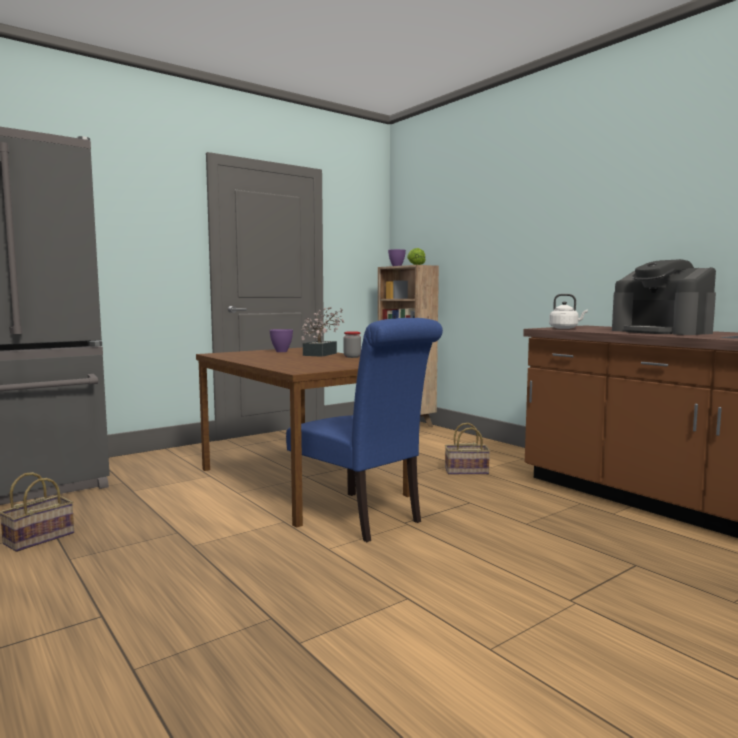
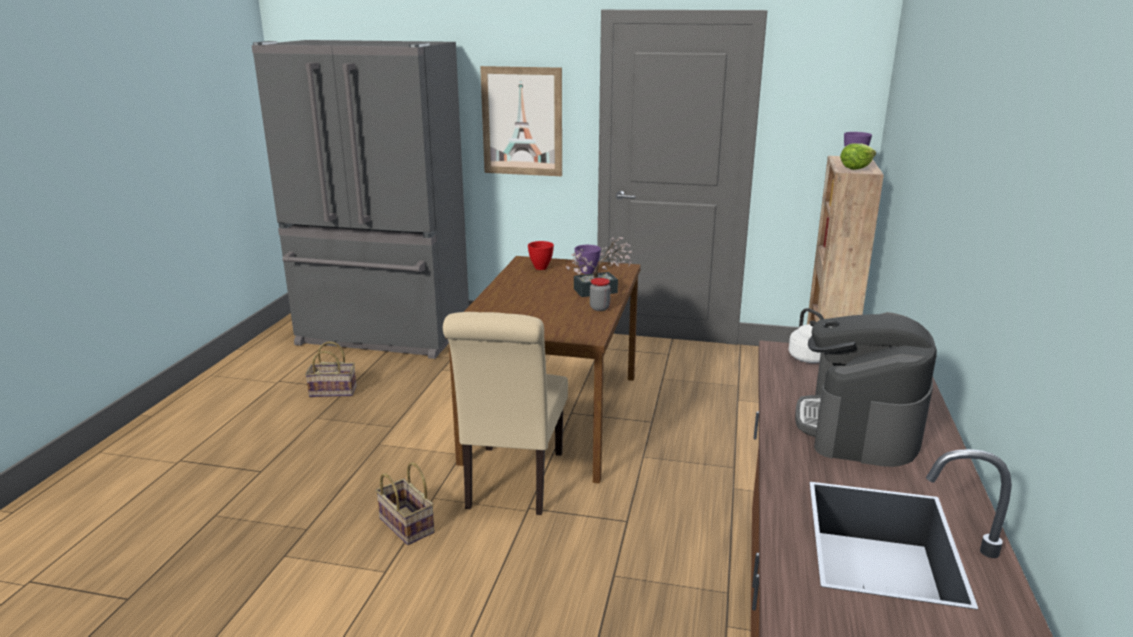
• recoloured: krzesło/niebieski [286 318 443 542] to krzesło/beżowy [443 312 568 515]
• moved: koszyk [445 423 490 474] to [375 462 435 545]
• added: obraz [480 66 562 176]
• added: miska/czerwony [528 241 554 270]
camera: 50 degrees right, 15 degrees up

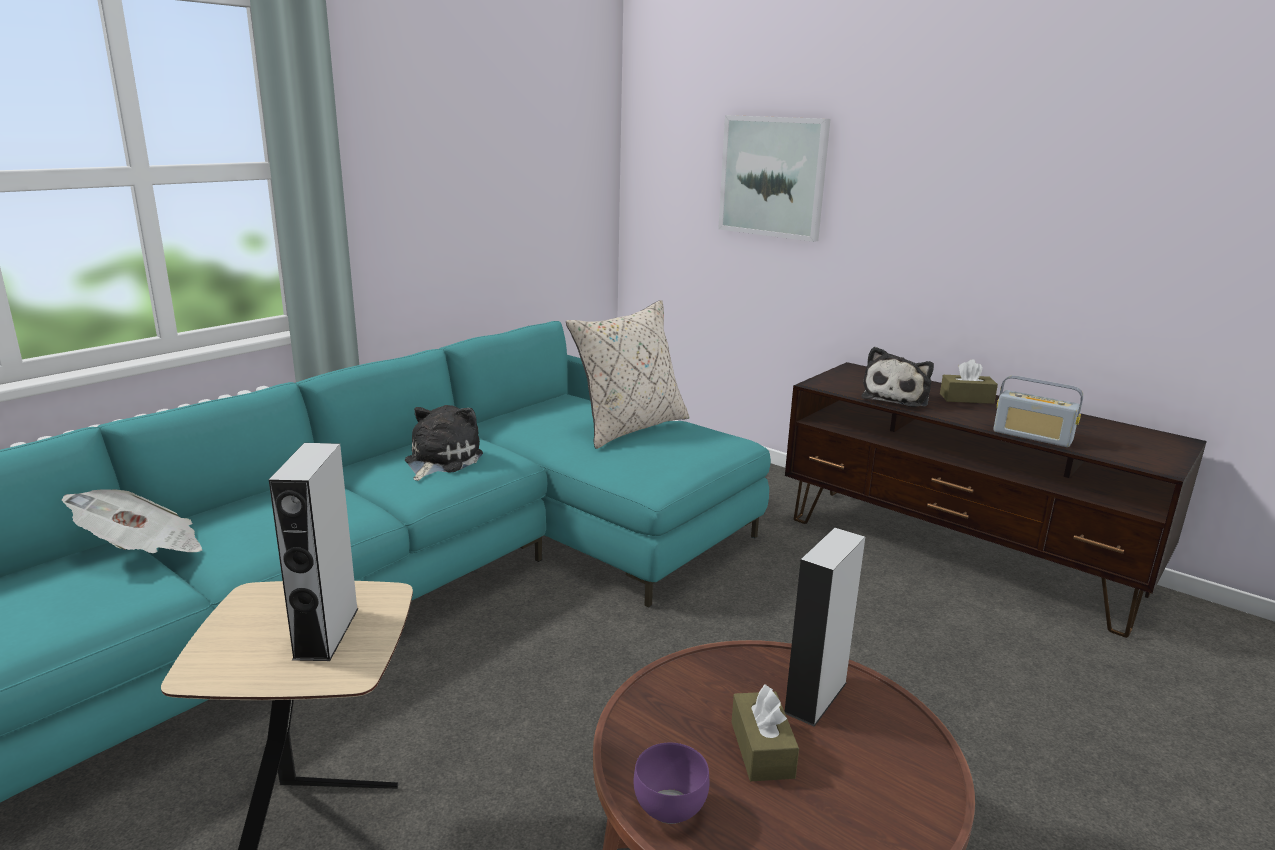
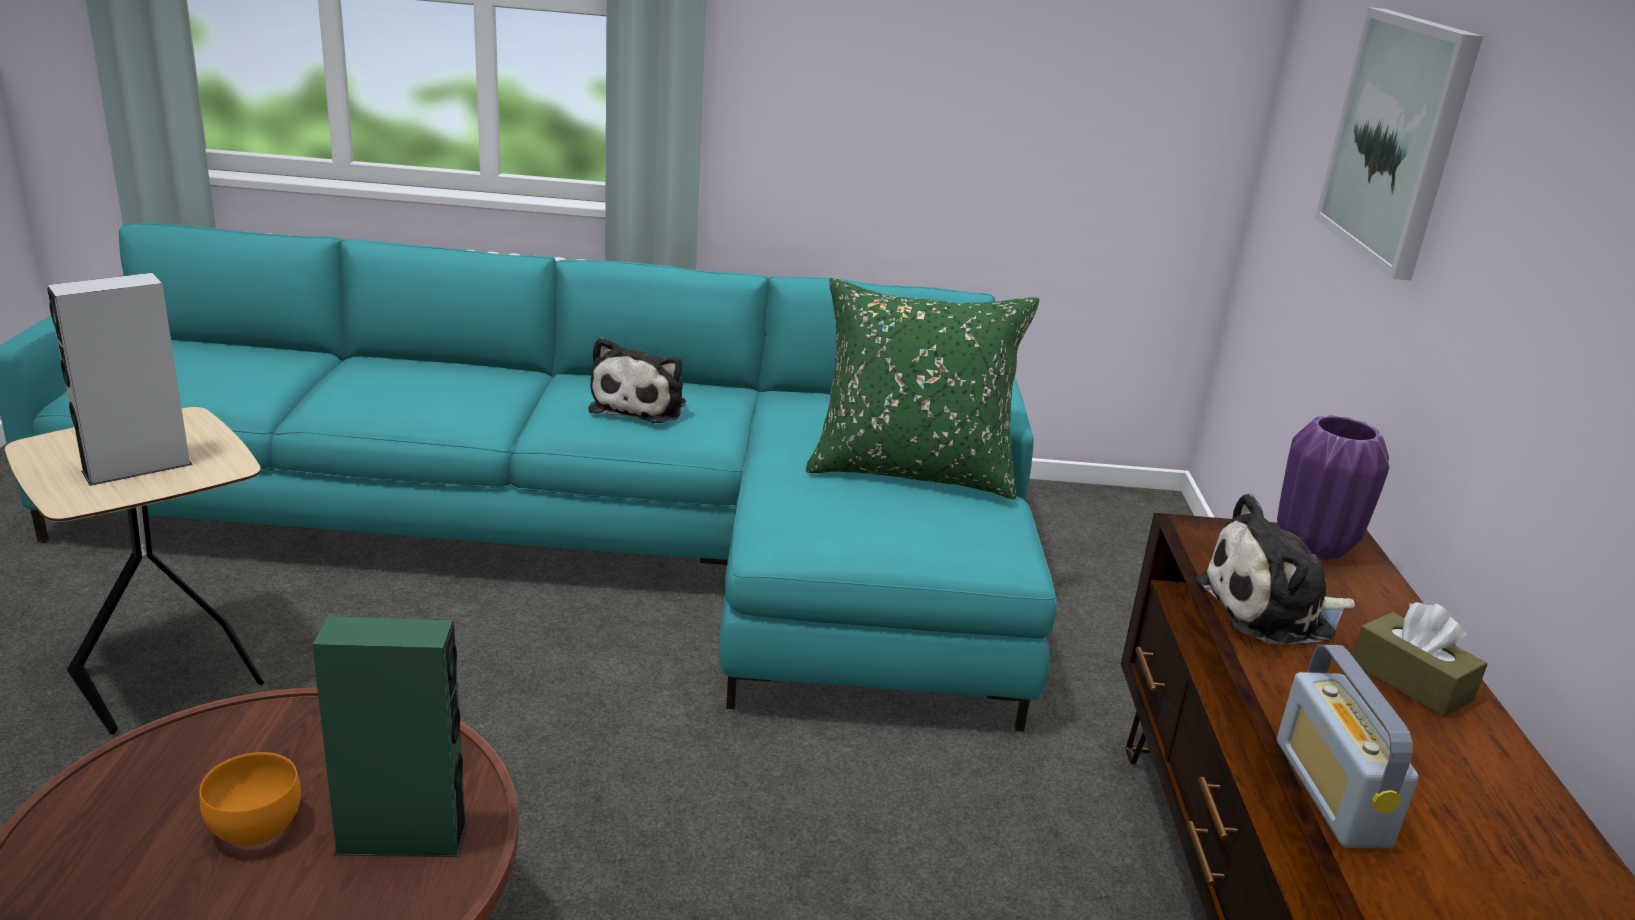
• recoloured: poduszka/beżowy [566 300 689 449] to poduszka/zielony [806 278 1039 499]
• turned: pluszak [405 405 483 481] = [588 337 686 423] 120 degrees clockwise
• removed: gazeta [62 489 202 553]
• recoloured: głośnik/szary [784 527 865 727] to głośnik/zielony [312 616 467 857]
• replaced: pudełko chusteczek/brązowy [732 684 799 781] to miska/pomarańczowy [199 752 301 846]
• removed: miska/fioletowy [634 743 709 824]
• added: wazon/fioletowy [1277 415 1389 560]
camera: 50 degrees right, 5 degrees up

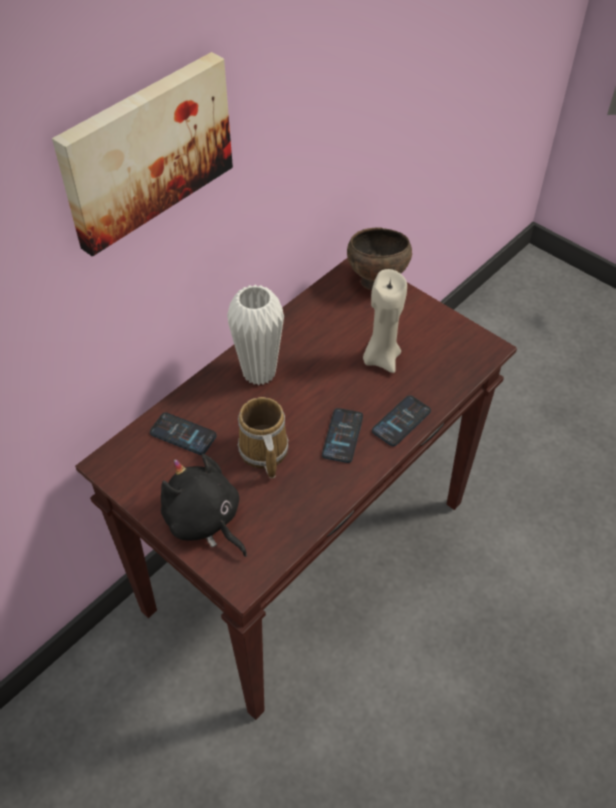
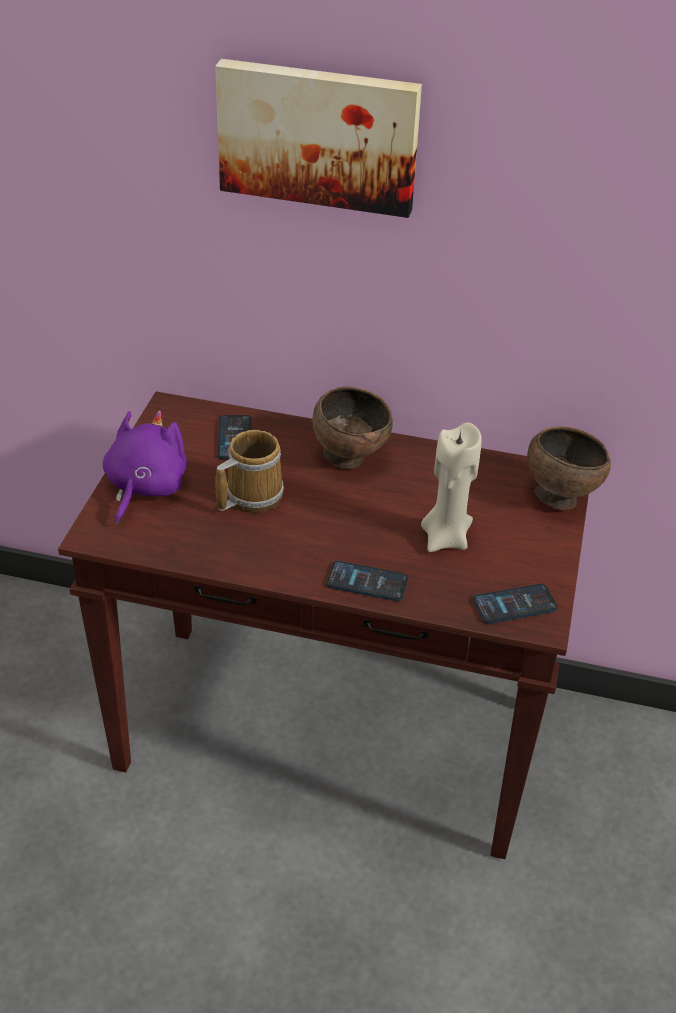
• replaced: wazon/biały [227 285 284 385] to miska/brązowy [313 387 393 469]
• moved: telefon [322 408 363 463] to [473 584 558 624]
• recoloured: pluszak/czarny [161 454 247 557] to pluszak/fioletowy [103 410 187 524]
camera: 60 degrees right, 10 degrees down

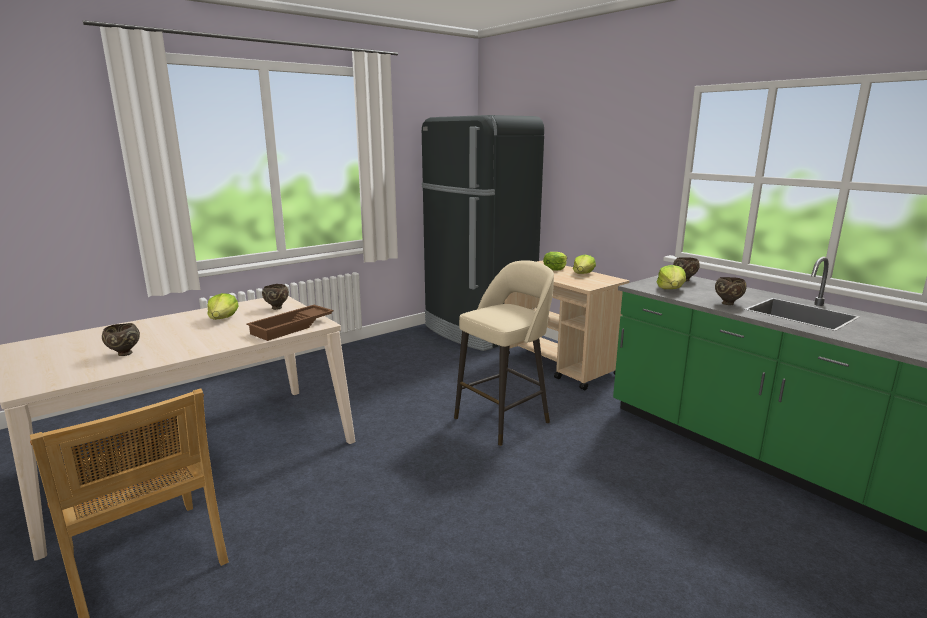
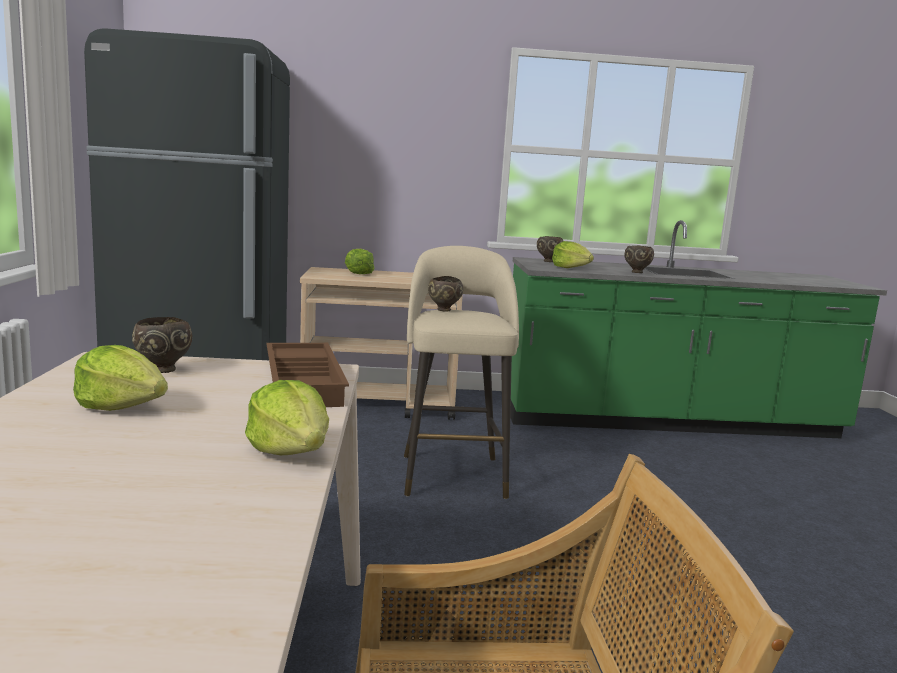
• moved: sałata [573 255 596 274] to [245 380 329 455]
• moved: miska/brązowy [102 323 140 356] to [428 276 463 312]
camera: 55 degrees left, 5 degrees down

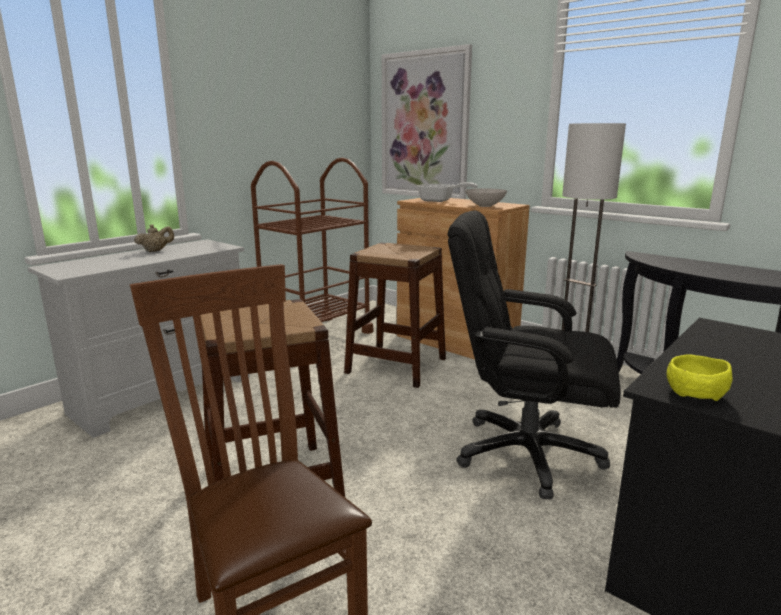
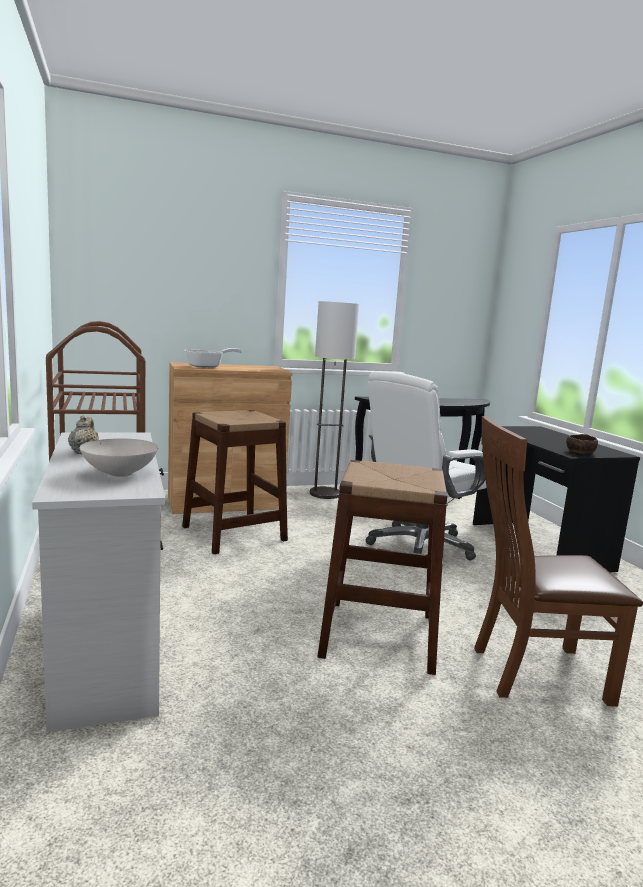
• removed: obraz [382 44 472 199]
• moved: miska/biały [465 188 507 207] to [80 438 158 477]
• recoloured: krzesło biurowe/czarny [448 210 620 499] to krzesło biurowe/biały [366 371 487 560]
• recoloured: miska/żółty [667 354 733 401] to miska/brązowy [566 434 598 454]
camera: 60 degrees left, 5 degrees down

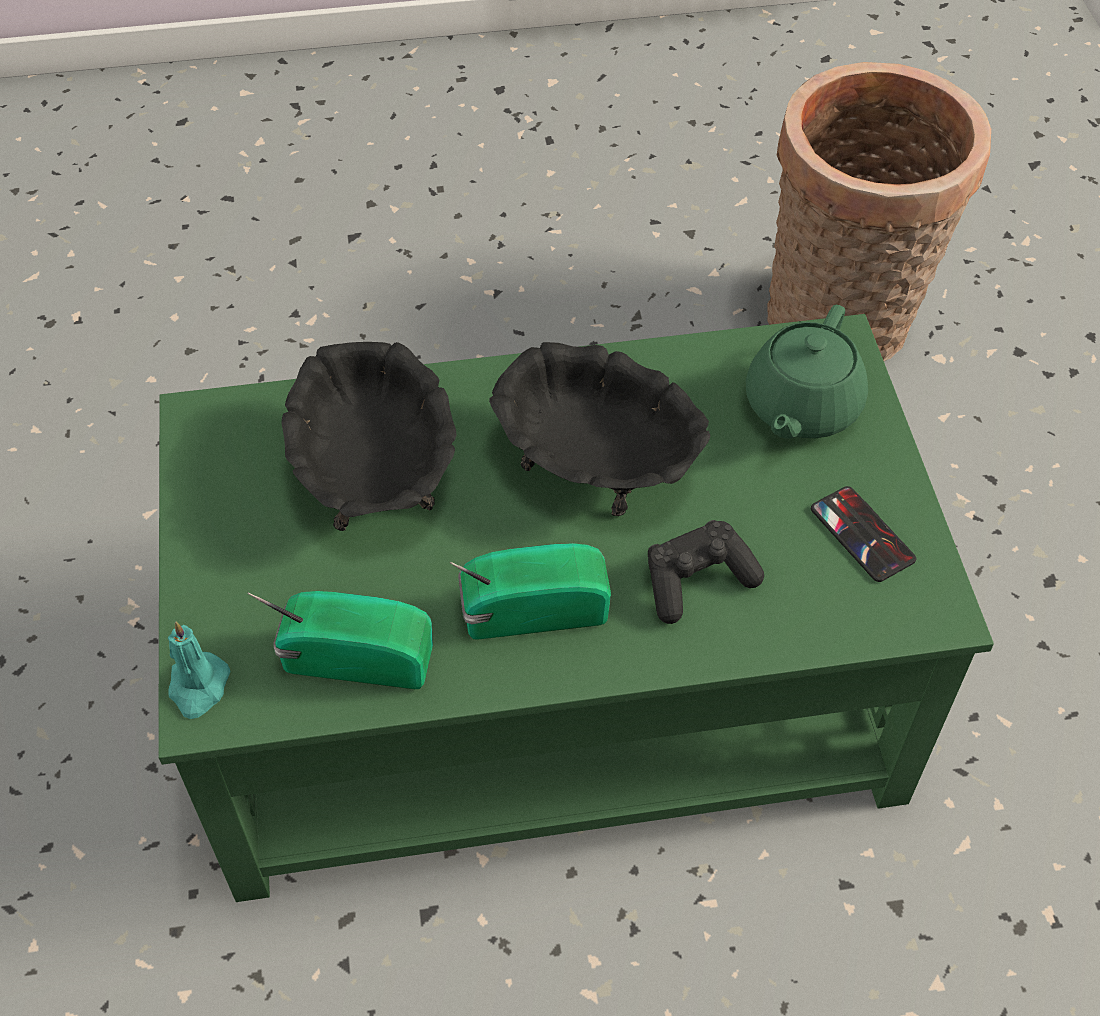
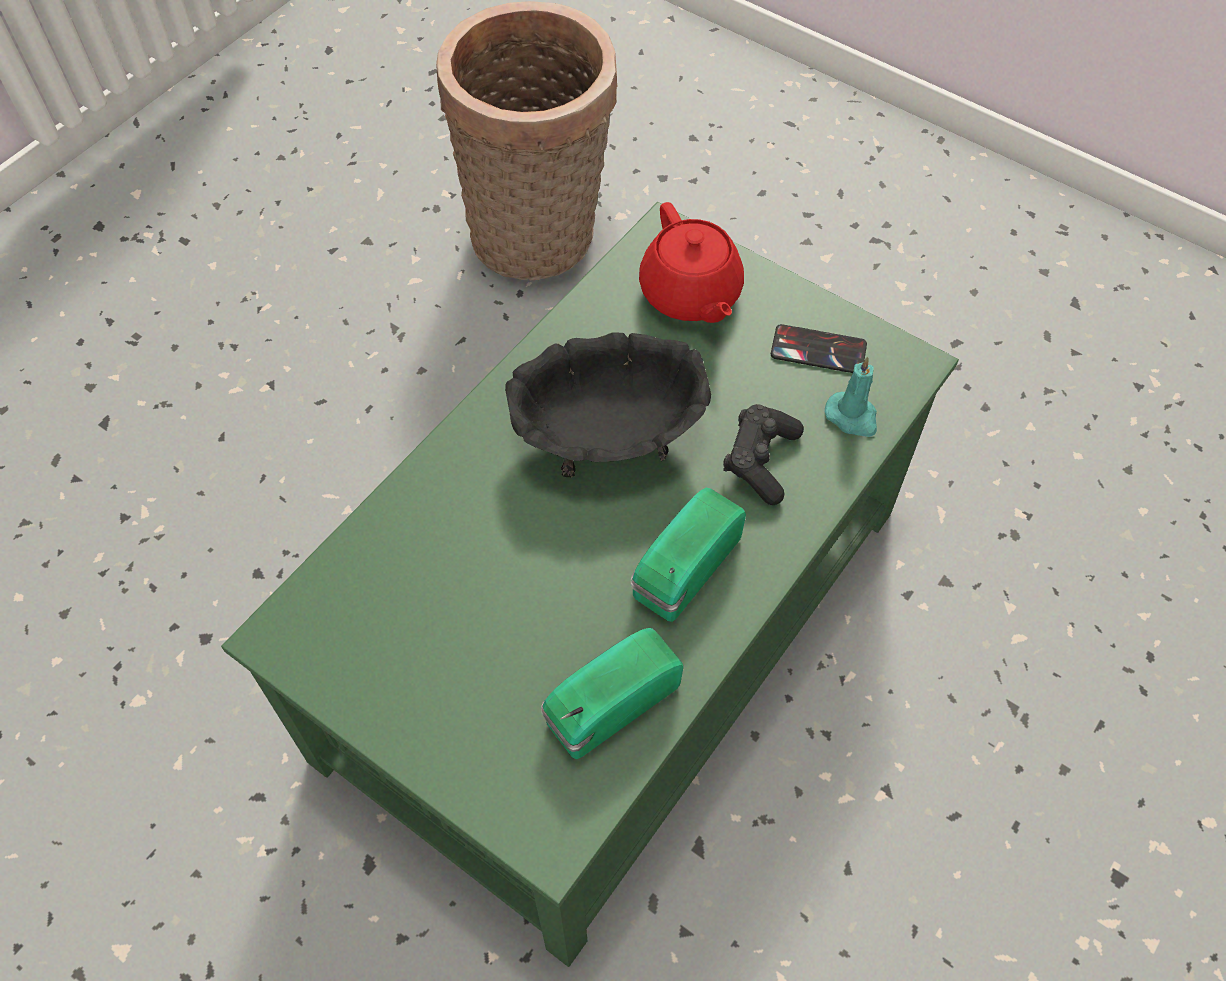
• recoloured: imbryk/zielony [746 305 868 439] to imbryk/czerwony [639 202 744 323]
• removed: miska/czarny [281 342 457 531]
• moved: świeca/turkusowy [168 621 230 719] to [825 357 877 437]
camera: 45 degrees left, 5 degrees up

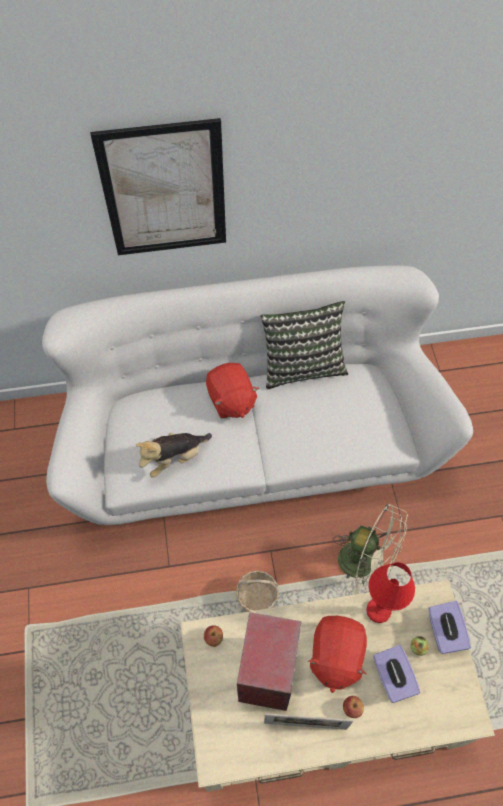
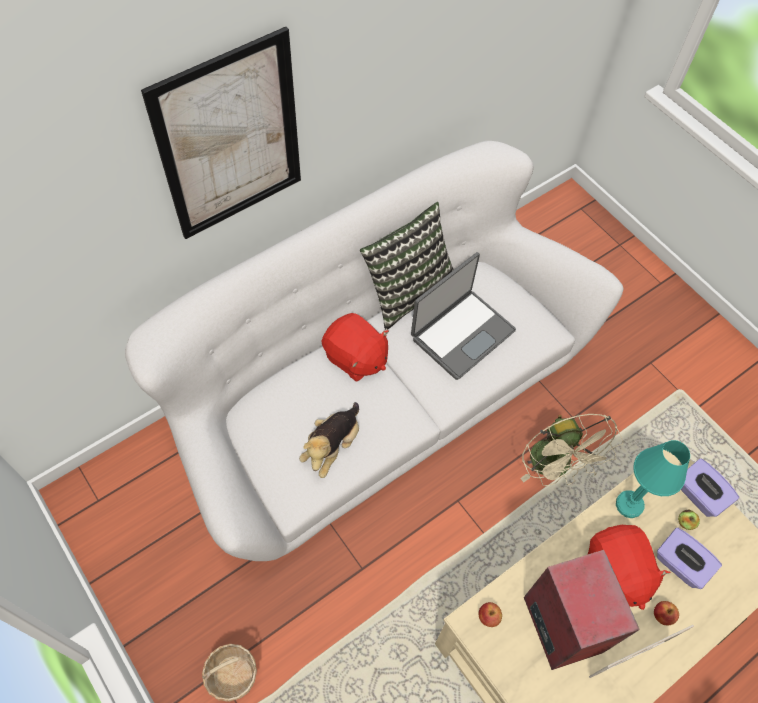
• turned: wentylator/beżowy [333 504 408 595] = [520 414 623 486] 75 degrees clockwise
• recoloured: lampa stołowa/czerwony [366 562 415 623] to lampa stołowa/turkusowy [616 440 690 518]
• moved: koszyk [236 570 279 612] to [202 644 257 702]
• added: laptop [411 252 516 380]
camera: 30 degrees left, 0 degrees up

